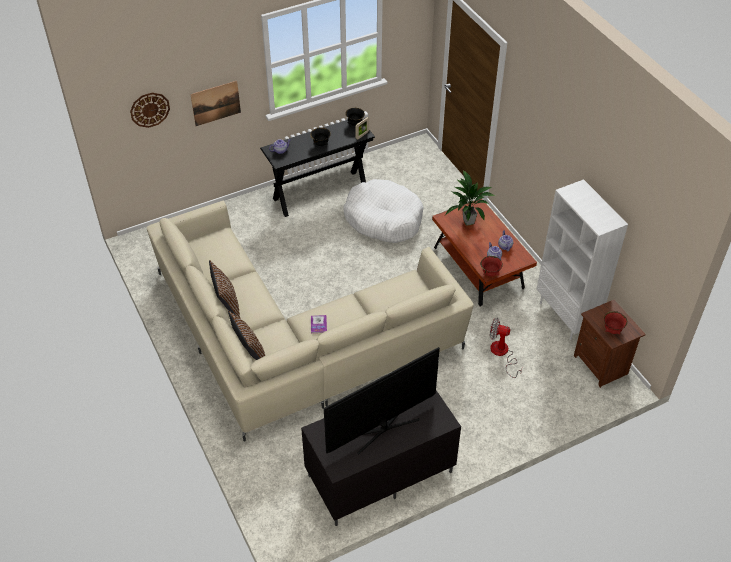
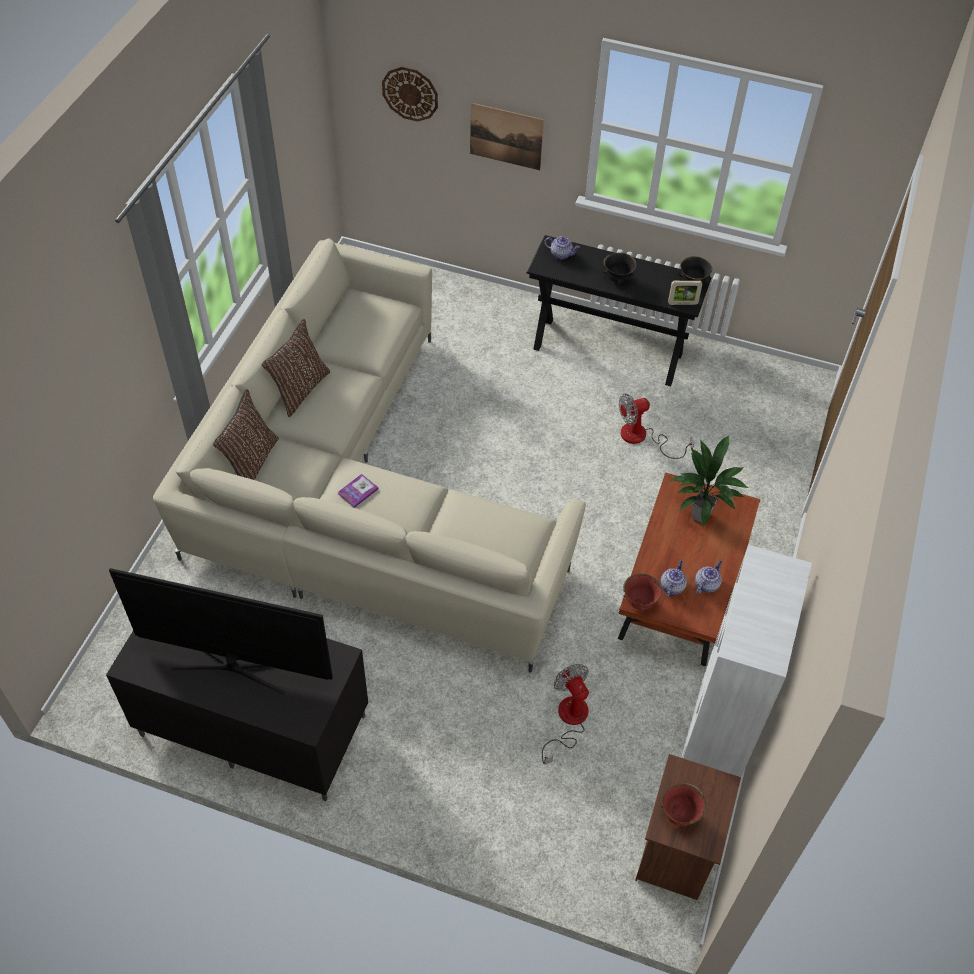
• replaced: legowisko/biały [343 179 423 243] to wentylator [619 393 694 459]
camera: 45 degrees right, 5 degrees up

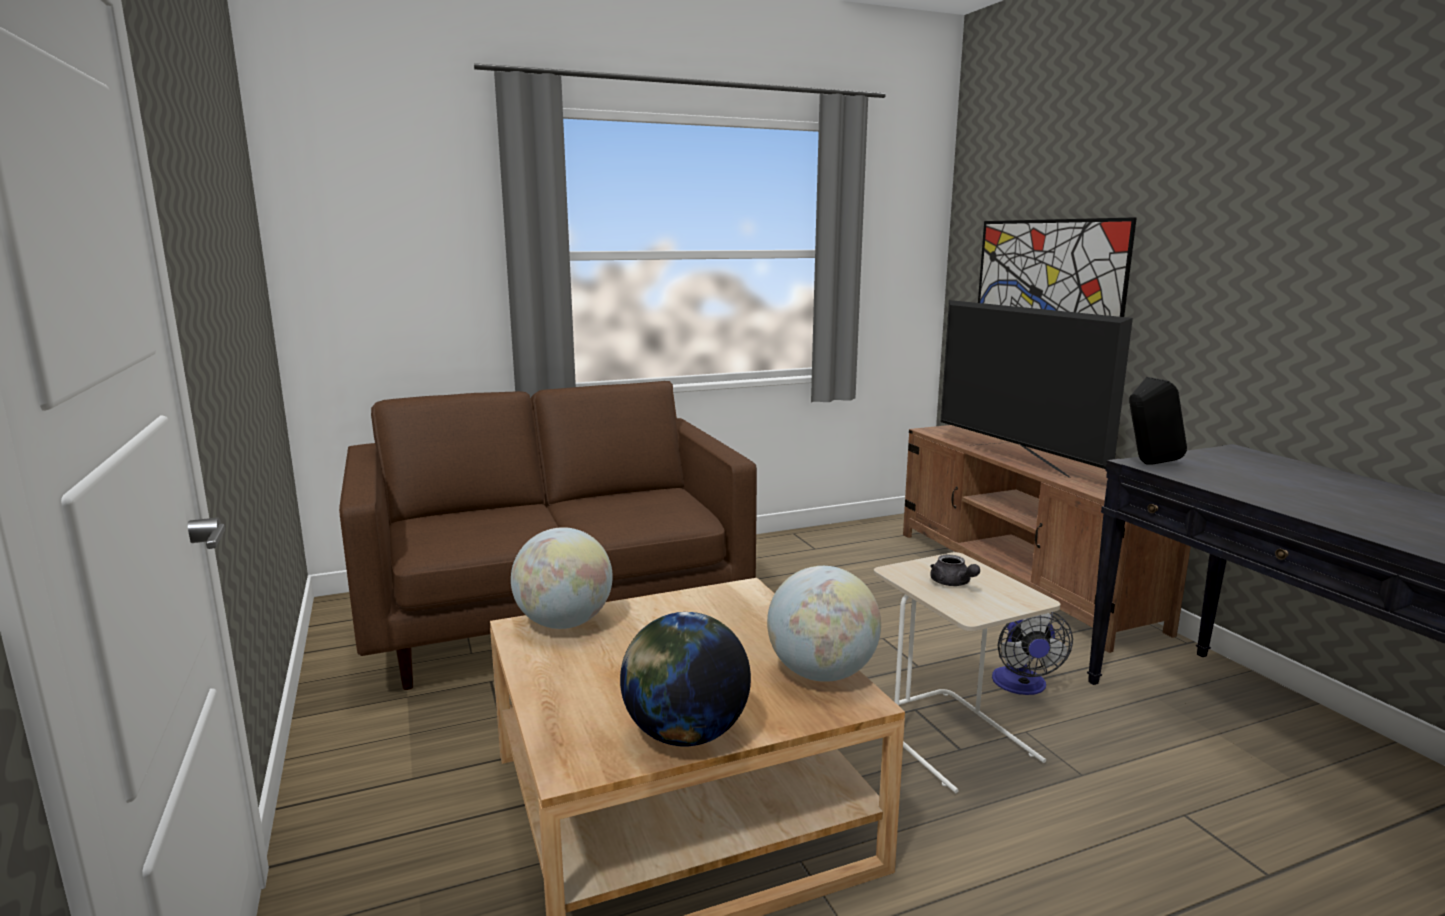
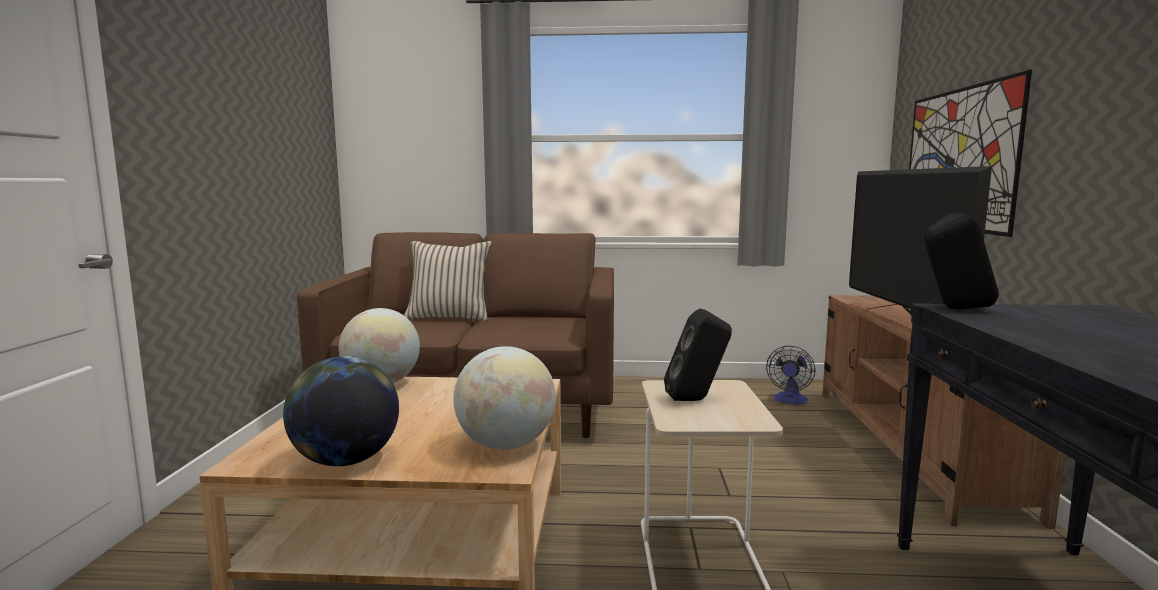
• replaced: imbryk/szary [930 554 980 586] to głośnik/czarny [664 309 732 401]
• moved: wentylator [992 612 1073 695] to [766 346 816 405]
• added: poduszka/beżowy [404 241 492 322]
camera: 25 degrees right, 5 degrees down

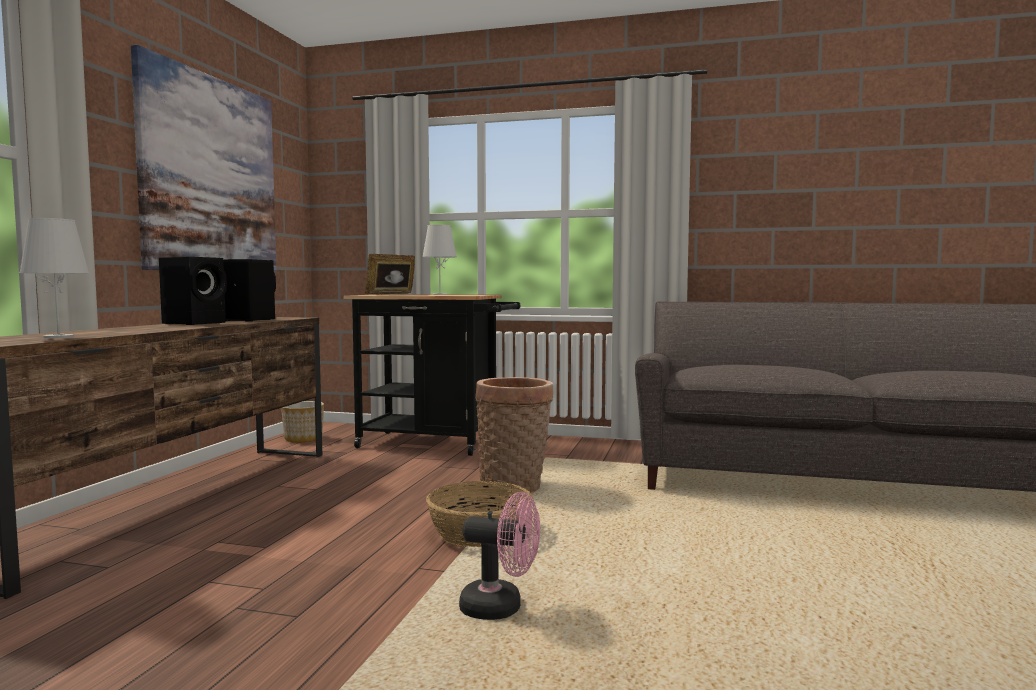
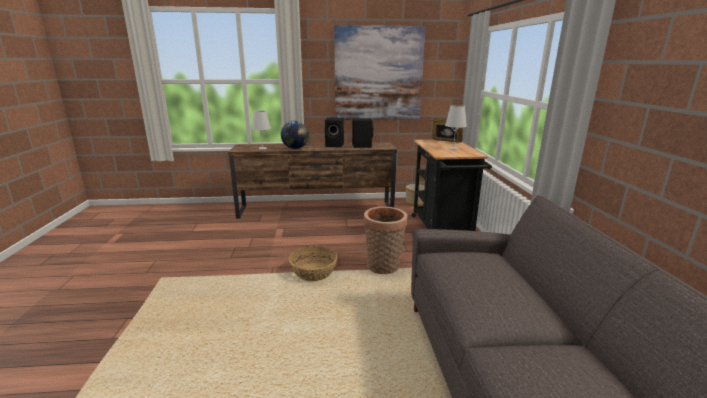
• removed: wentylator/różowy [459 492 540 620]
• added: globus [281 121 309 149]
camera: 70 degrees right, 15 degrees up

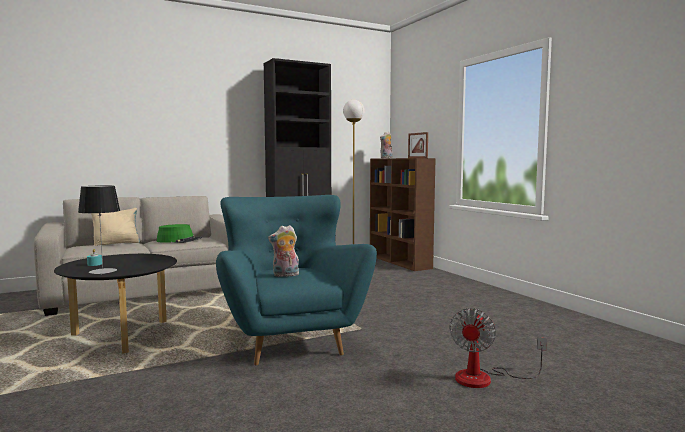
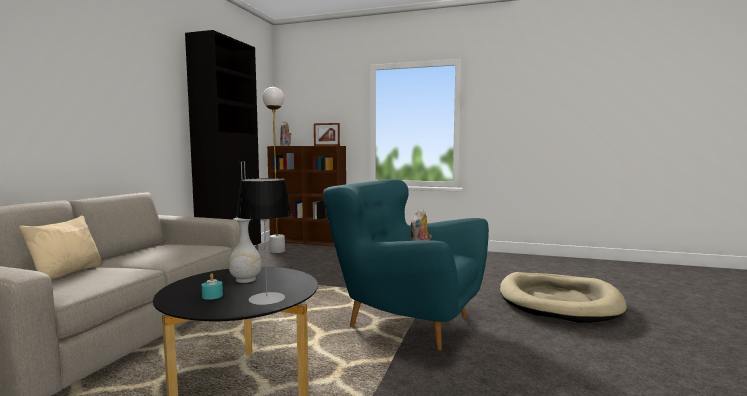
• removed: kapelusz/zielony [157 224 202 243]
• replaced: wentylator [449 308 547 388] to legowisko/beżowy [500 272 627 323]
• added: wazon/biały [228 218 262 283]
camera: 45 degrees left, 0 degrees up

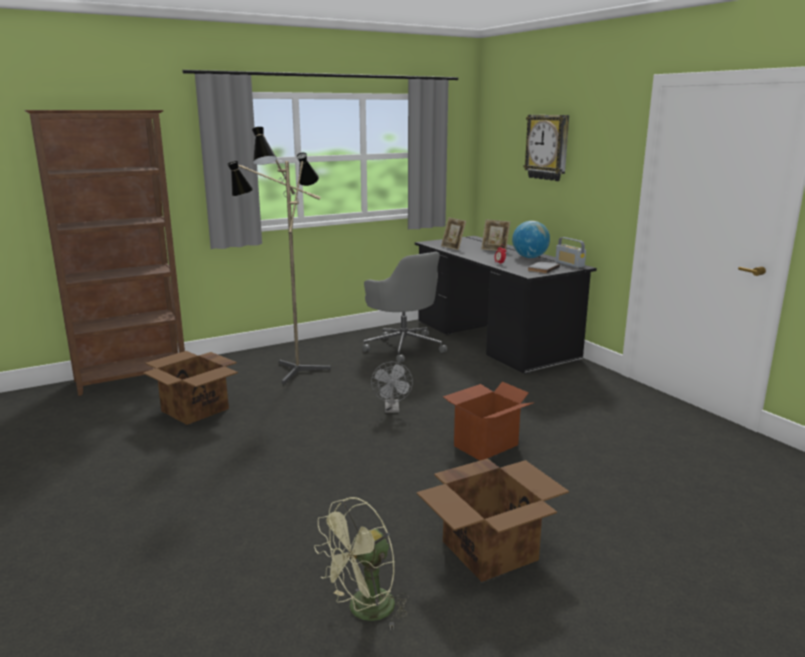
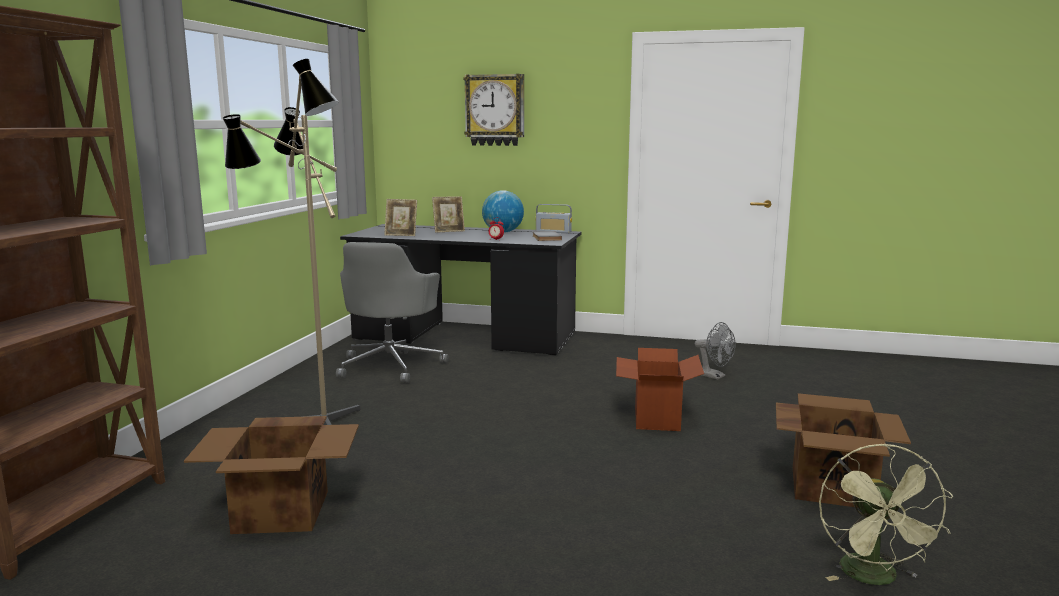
• turned: krzesło biurowe/szary [362 252 447 363] = [336 242 449 383] 90 degrees clockwise
• moved: wentylator/szary [371 362 413 413] to [695 322 736 380]
camera: 45 degrees left, 5 degrees down

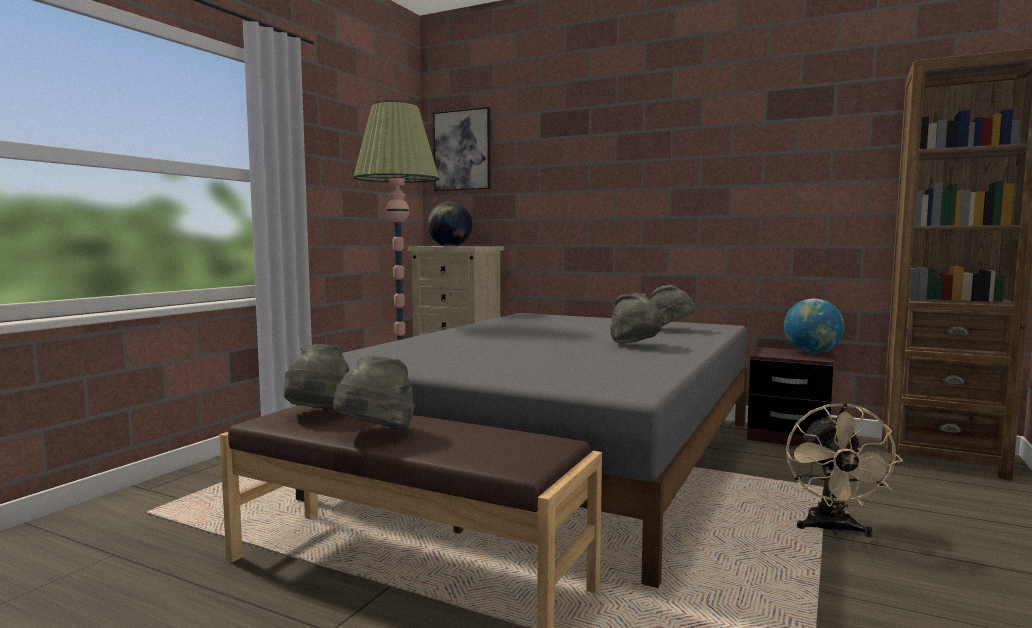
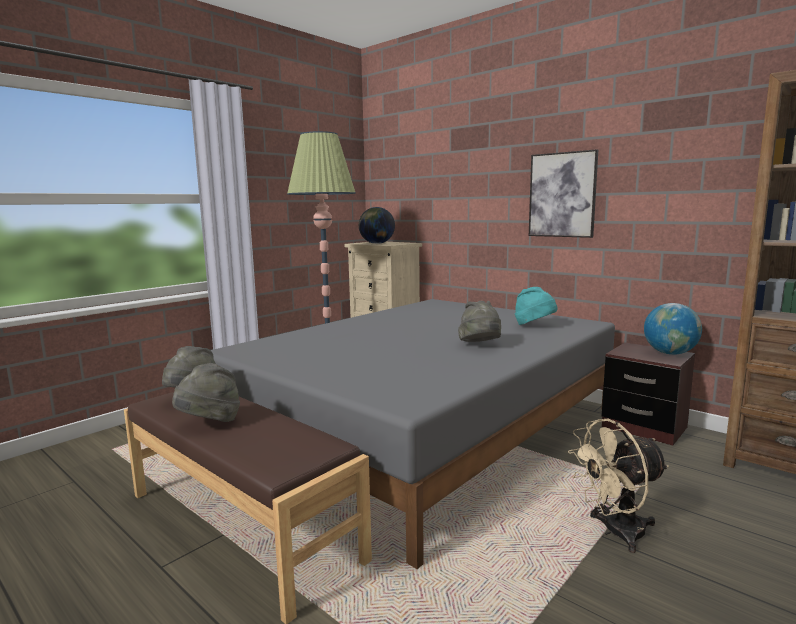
• moved: obraz [433 107 491 191] to [529 149 598 238]
• recoloured: kapelusz/szary [649 285 695 326] to kapelusz/turkusowy [515 287 558 325]
• turned: wentylator/beżowy [786 403 903 537] = [568 419 669 553] 45 degrees clockwise
camera: 15 degrees right, 5 degrees up

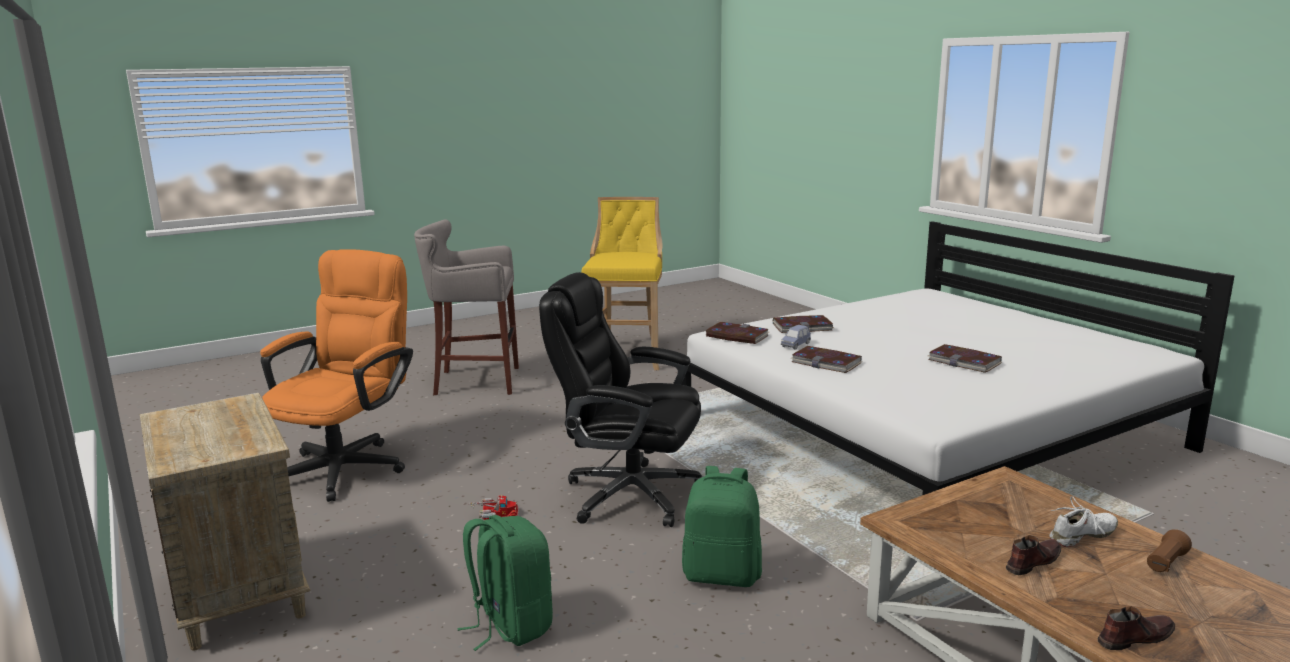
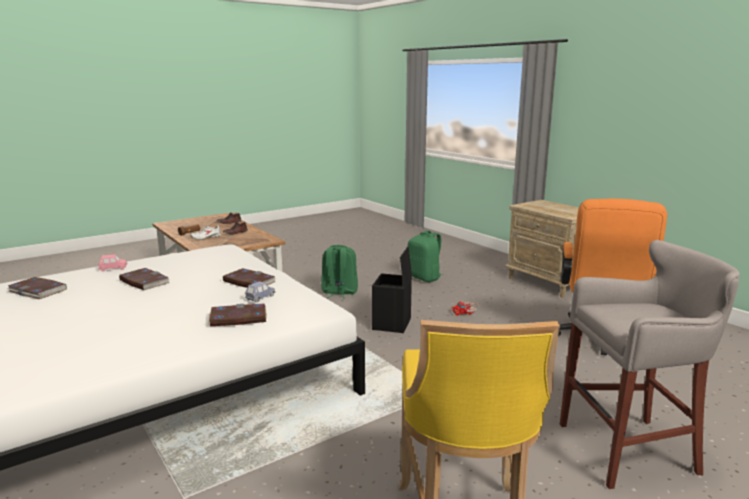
• replaced: krzesło biurowe/czarny [539 272 702 527] to pojemnik do przechowywania/czarny [372 246 412 333]
• moved: książka [705 322 769 344] to [7 277 67 299]
• added: samochodzik/różowy [98 255 127 271]
camera: 175 degrees right, 0 degrees up

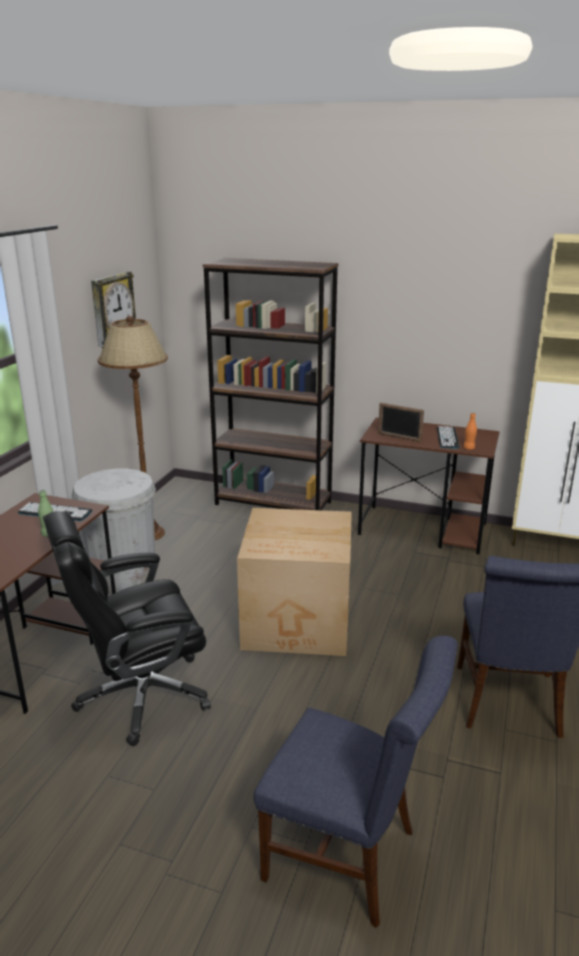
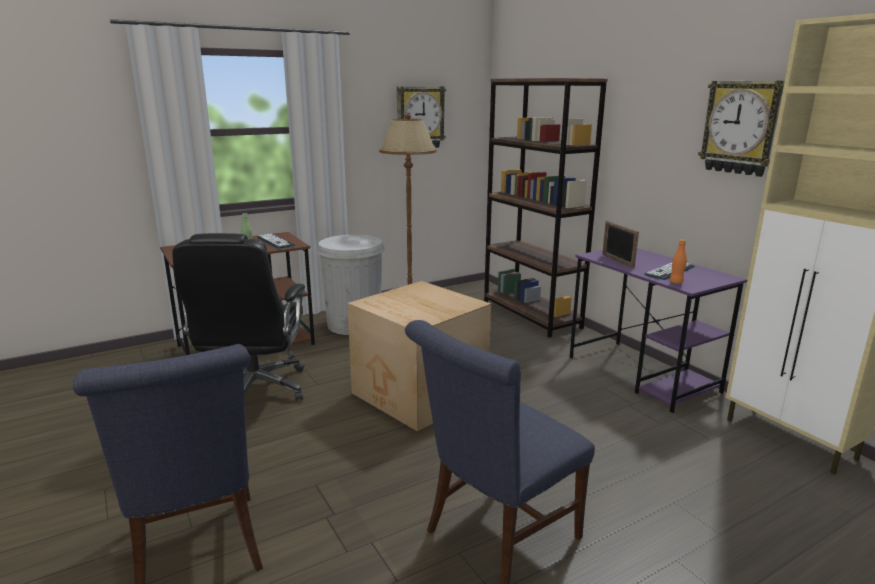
• recoloured: biurko/brązowy [358 417 500 555] to biurko/fioletowy [570 248 747 413]
• turned: krzesło biurowe/czarny [43 511 211 746] = [172 233 305 401] 105 degrees counterclockwise
• added: zegar ścienny [698 81 785 177]
camera: 40 degrees right, 5 degrees down

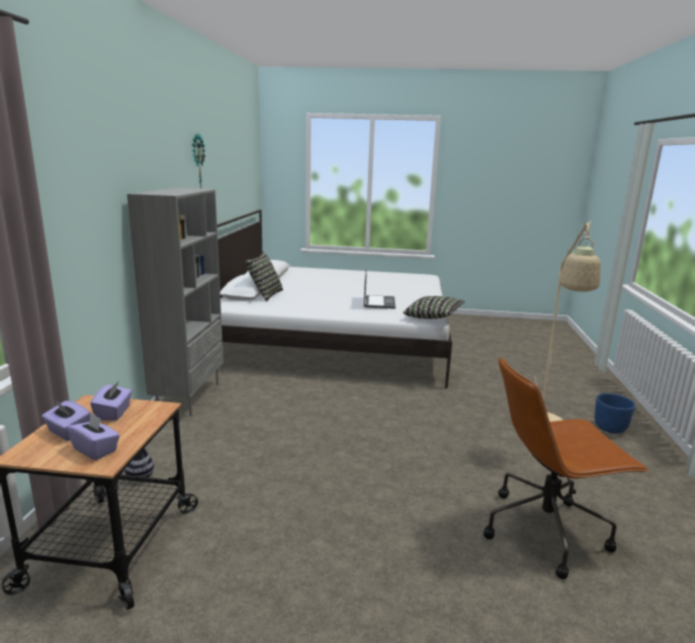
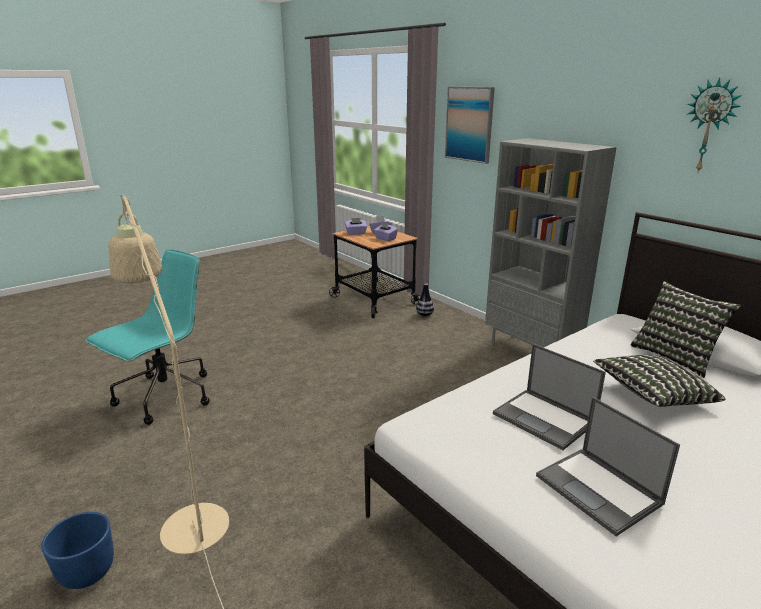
• moved: poduszka [403 296 465 319] to [593 354 725 407]
• recoloured: krzesło biurowe/brązowy [484 357 648 579] to krzesło biurowe/turkusowy [85 249 210 425]
• added: obraz [445 87 495 164]
• added: laptop [536 397 680 537]
camera: 135 degrees right, 5 degrees up

